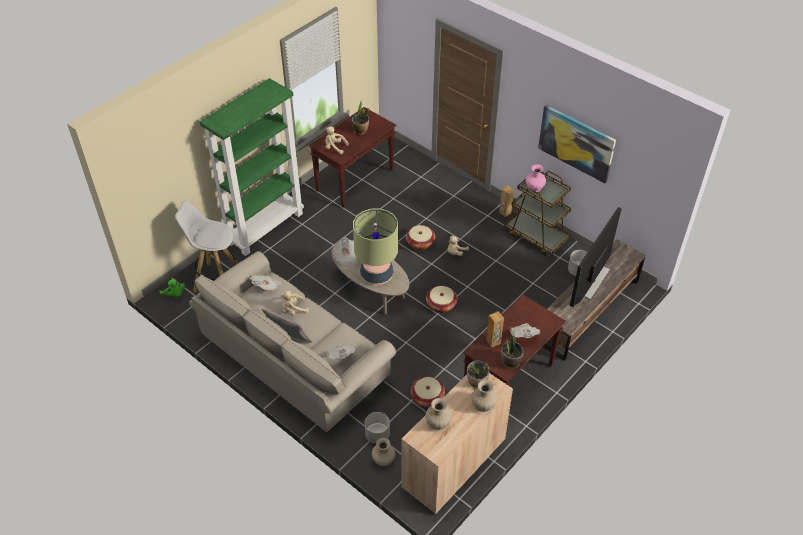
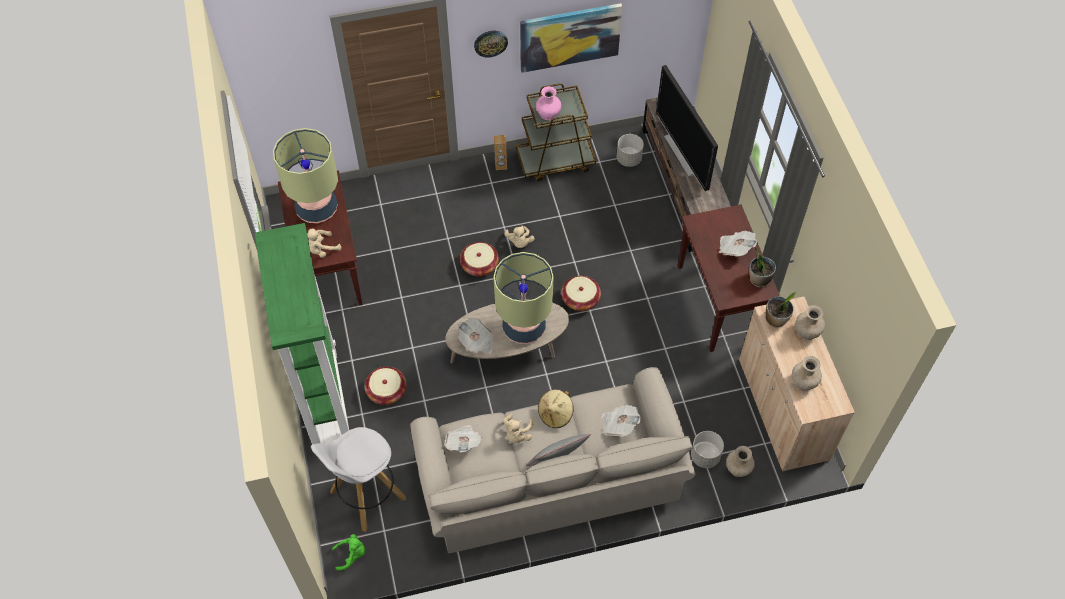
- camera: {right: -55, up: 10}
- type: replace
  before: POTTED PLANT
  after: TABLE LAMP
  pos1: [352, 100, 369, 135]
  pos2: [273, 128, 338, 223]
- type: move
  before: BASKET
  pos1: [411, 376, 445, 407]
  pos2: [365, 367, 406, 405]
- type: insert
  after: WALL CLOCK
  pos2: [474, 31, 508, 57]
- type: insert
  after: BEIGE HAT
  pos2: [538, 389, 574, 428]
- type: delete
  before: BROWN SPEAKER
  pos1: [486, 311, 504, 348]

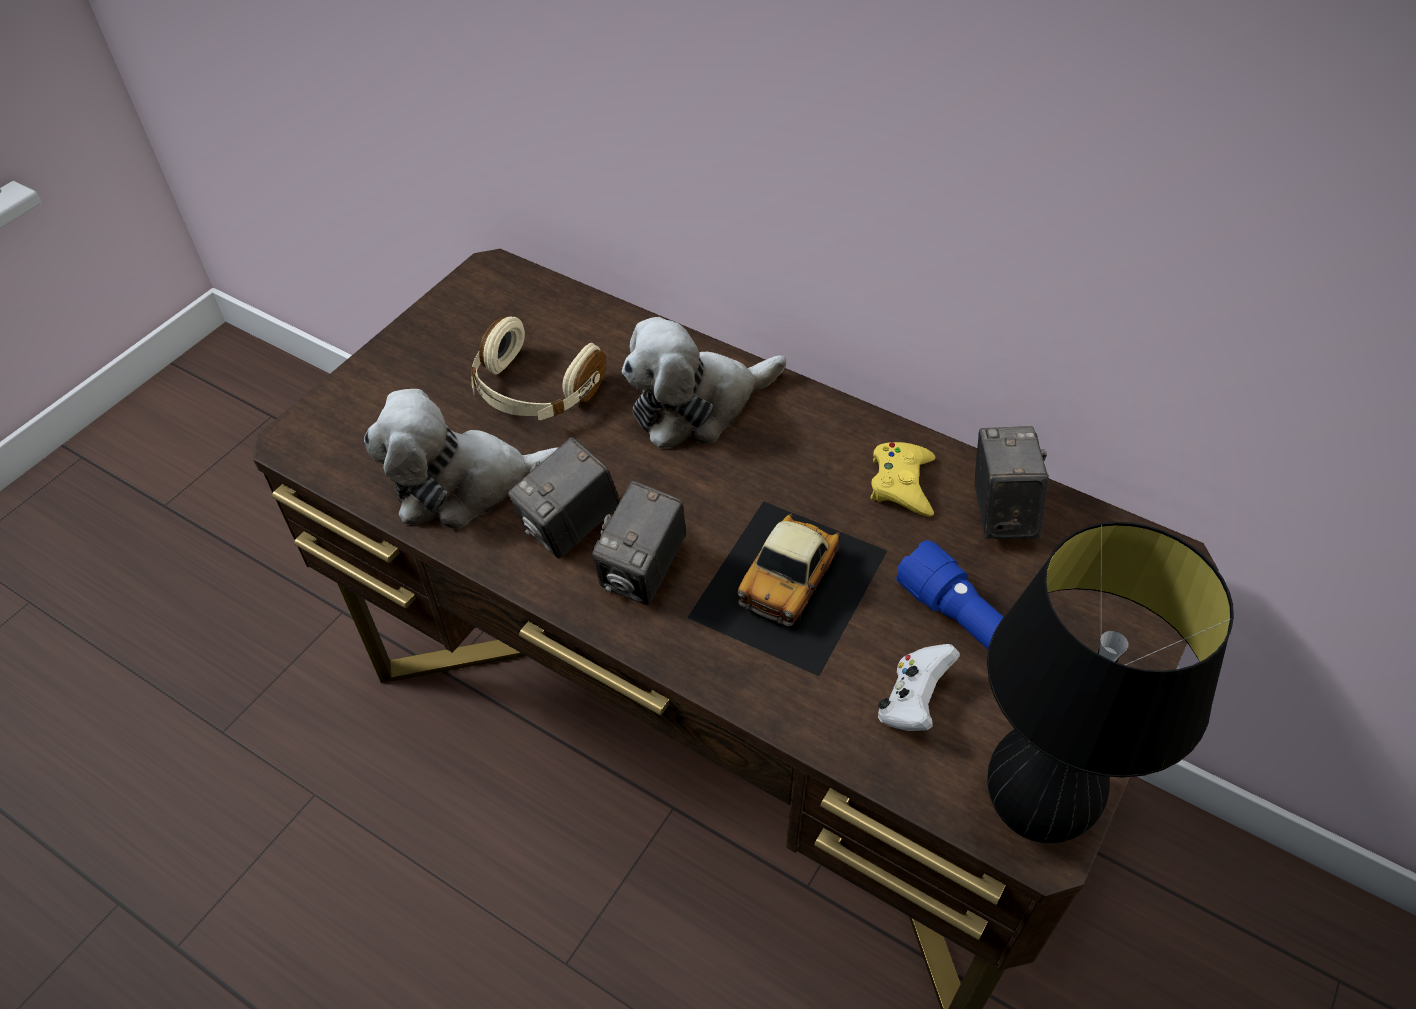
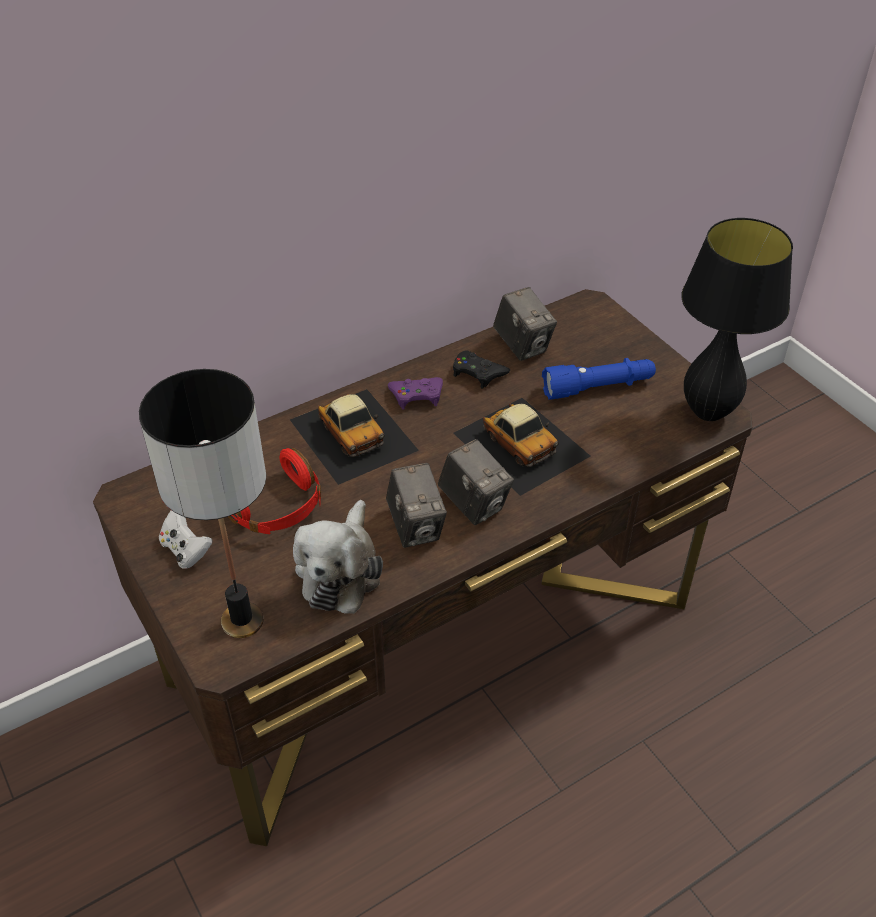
- camera: {right: -65, up: -5}
- type: insert
  after: TABLE LAMP
  pos2: [139, 369, 266, 638]
- type: move
  before: WHITE GAME CONTROLLER
  pos1: [878, 644, 960, 731]
  pos2: [159, 510, 212, 569]
- type: recolor
  before: BEIGE HEADPHONES
  after: RED HEADPHONES
  pos1: [471, 317, 606, 420]
  pos2: [228, 448, 321, 534]
- type: replace
  before: PLUSH TOY
  after: TOY CAR
  pos1: [622, 317, 787, 448]
  pos2: [290, 389, 419, 485]
- type: insert
  after: PURPLE GAME CONTROLLER
  pos2: [388, 377, 443, 410]
- type: recolor
  before: YELLOW GAME CONTROLLER
  after: BLACK GAME CONTROLLER
  pos1: [871, 442, 935, 517]
  pos2: [453, 350, 510, 389]
- type: rotate
  before: PHOTO CAMERA
  pos1: [975, 426, 1049, 539]
  pos2: [493, 287, 557, 361]
  turn: -150

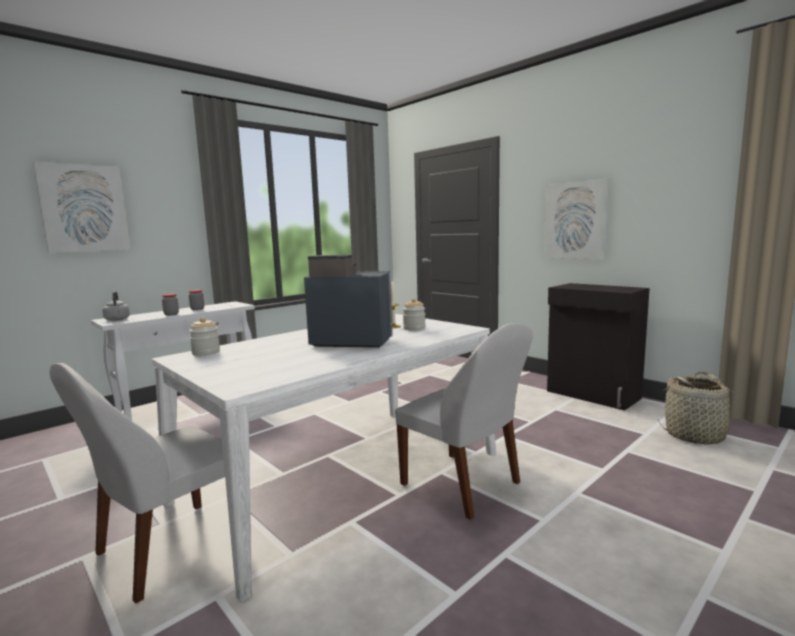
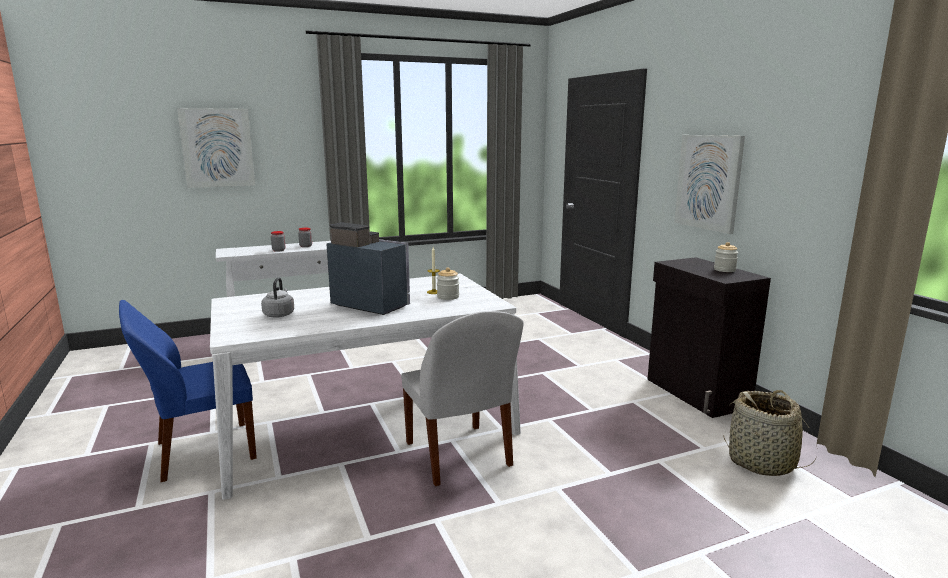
- camera: {right: 20, up: 5}
- type: recolor
  before: WHITE CHAIR
  after: BLUE CHAIR
  pos1: [49, 363, 225, 604]
  pos2: [119, 300, 257, 482]
- type: move
  before: GREY KETTLE
  pos1: [103, 291, 130, 321]
  pos2: [261, 277, 294, 318]
- type: move
  before: JAR
  pos1: [189, 317, 220, 356]
  pos2: [714, 242, 738, 272]

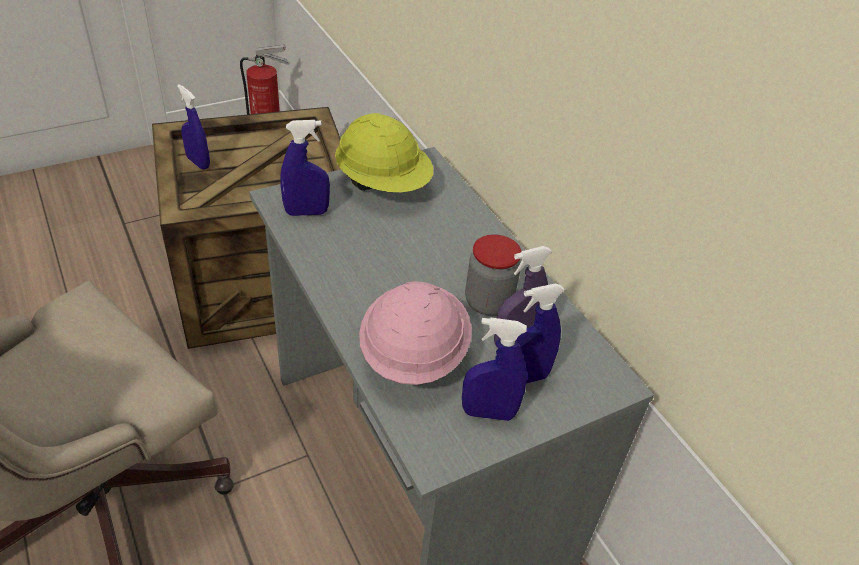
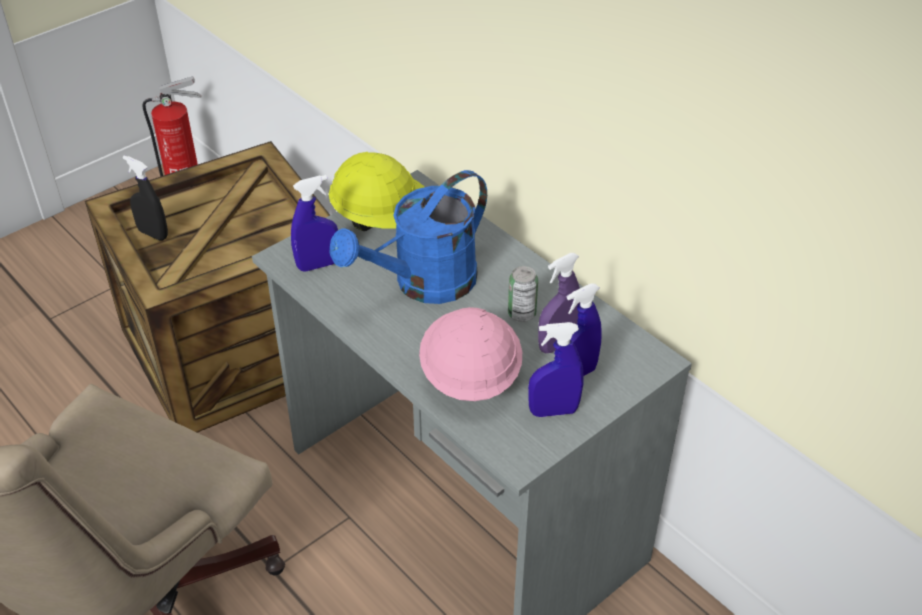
- camera: {right: -10, up: 0}
- type: recolor
  before: BLUE SPRAY BOTTLE
  after: BLACK SPRAY BOTTLE
  pos1: [177, 84, 210, 170]
  pos2: [123, 155, 168, 240]
- type: insert
  after: BLUE WATERING CAN
  pos2: [329, 170, 487, 304]
- type: replace
  before: JAR
  after: CAN
  pos1: [465, 234, 521, 316]
  pos2: [508, 266, 538, 322]

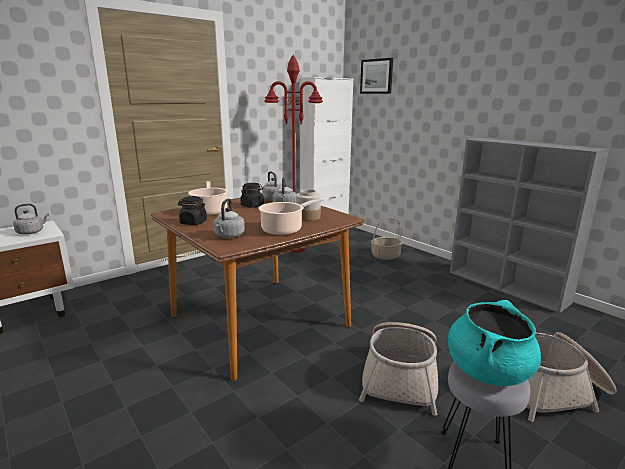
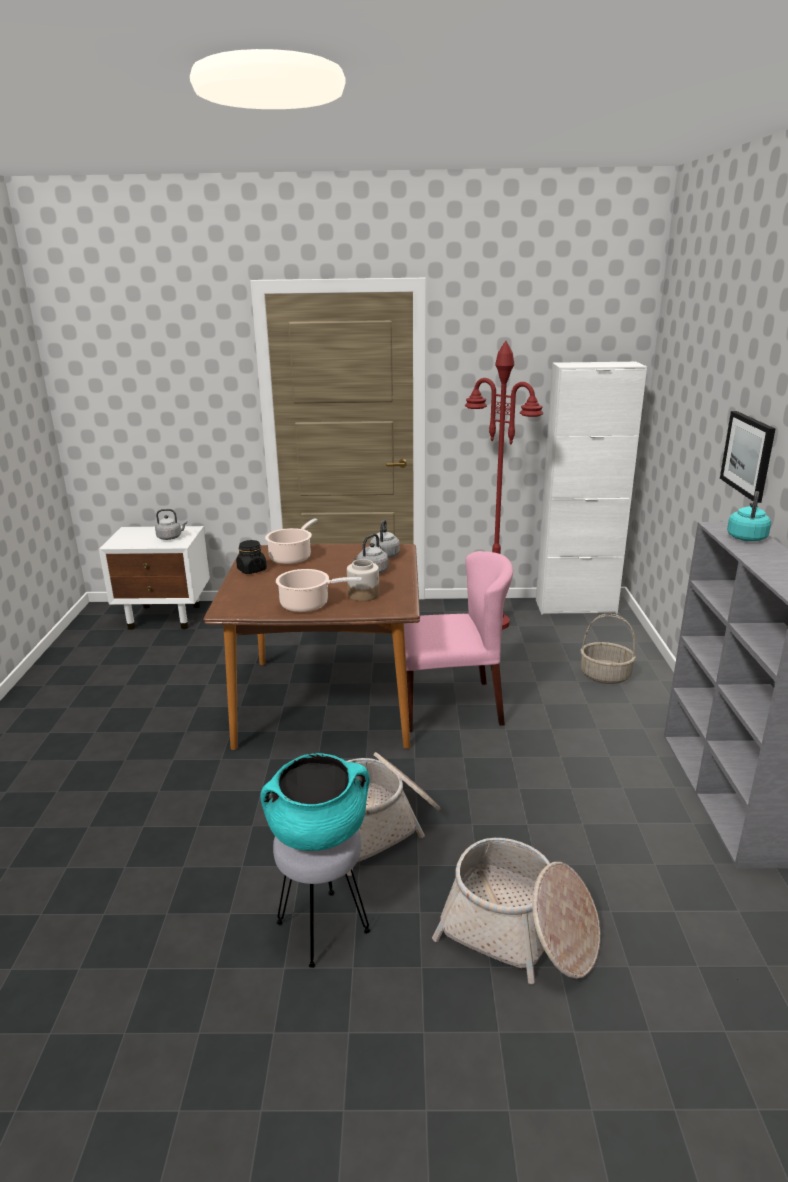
- camera: {right: 40, up: 5}
- type: insert
  after: PINK CHAIR
  pos2: [397, 551, 513, 732]
- type: move
  before: PICTURE
  pos1: [360, 58, 393, 94]
  pos2: [720, 411, 775, 503]
- type: insert
  after: TURQUOISE KETTLE
  pos2: [727, 491, 771, 541]
- type: delete
  before: GREY KETTLE
  pos1: [214, 199, 245, 238]
- type: delete
  before: BLACK JAR
  pos1: [240, 183, 264, 207]

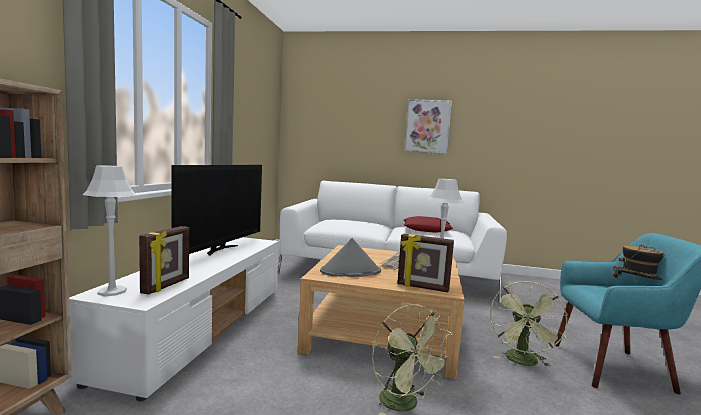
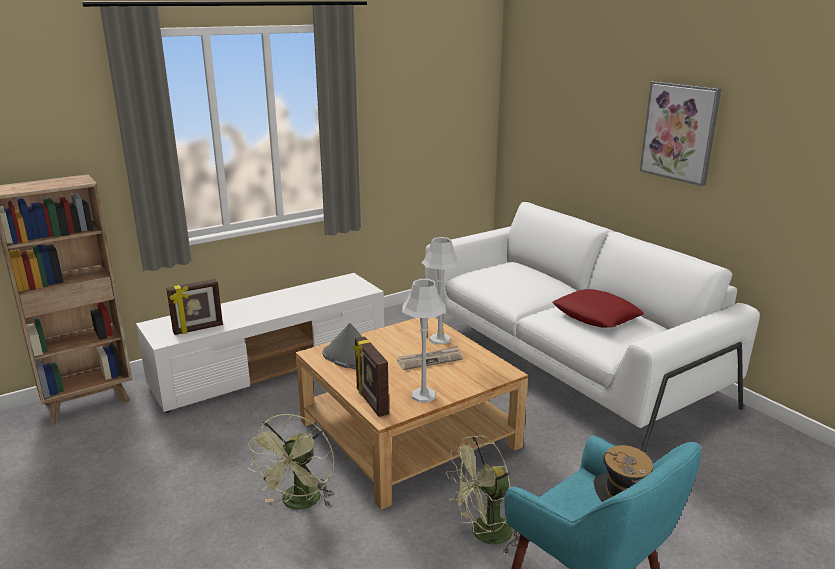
- camera: {right: 45, up: 15}
- type: move
  before: GREY TABLE LAMP
  pos1: [83, 165, 136, 296]
  pos2: [421, 237, 461, 345]
- type: delete
  before: TELEVISION
  pos1: [171, 165, 262, 256]

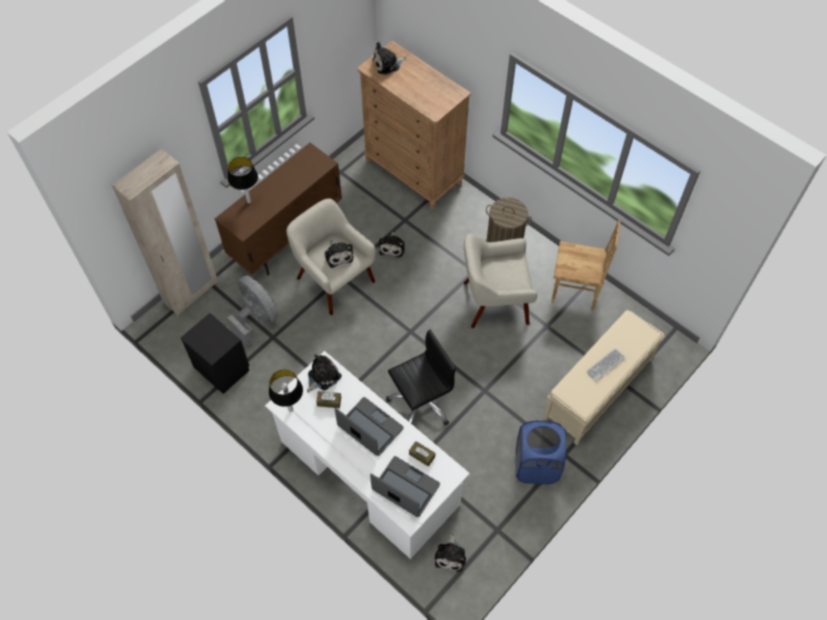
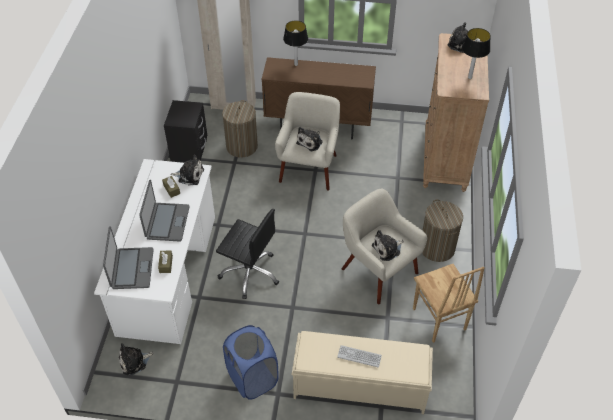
- camera: {right: 55, up: -10}
- type: replace
  before: GREY FAN
  after: LAUNDRY BASKET
  pos1: [228, 276, 278, 349]
  pos2: [222, 100, 258, 158]
- type: move
  before: PLUSH TOY
  pos1: [379, 231, 405, 258]
  pos2: [372, 230, 404, 261]
- type: move
  before: TABLE LAMP
  pos1: [269, 370, 303, 412]
  pos2: [462, 28, 491, 79]

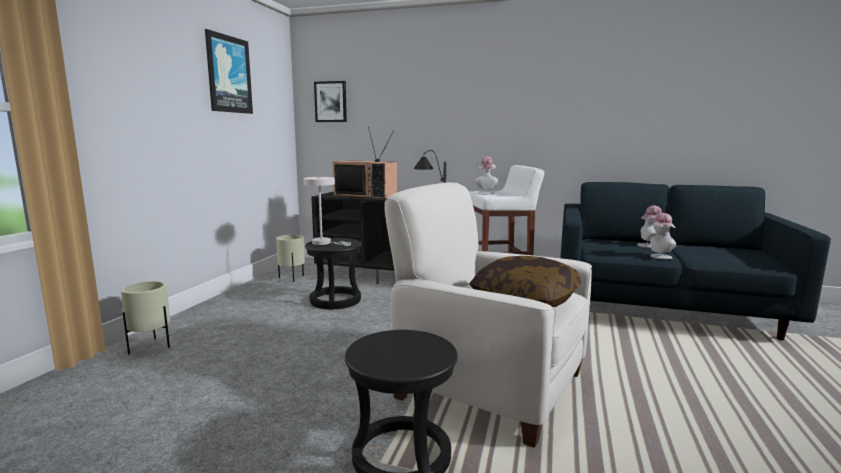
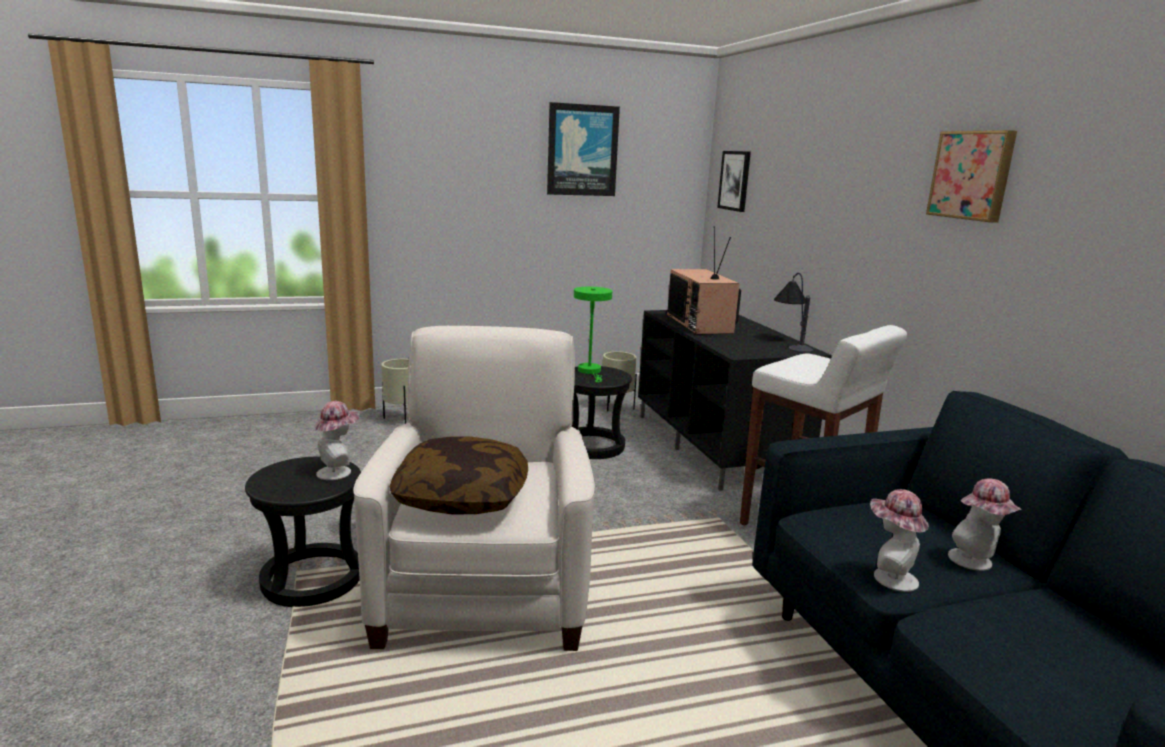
- camera: {right: 55, up: 5}
- type: move
  before: HAT
  pos1: [475, 156, 498, 195]
  pos2: [314, 401, 360, 480]
- type: recolor
  before: WHITE TABLE LAMP
  after: GREEN TABLE LAMP
  pos1: [303, 177, 351, 246]
  pos2: [574, 287, 612, 383]
- type: insert
  after: PICTURE
  pos2: [926, 130, 1017, 223]

